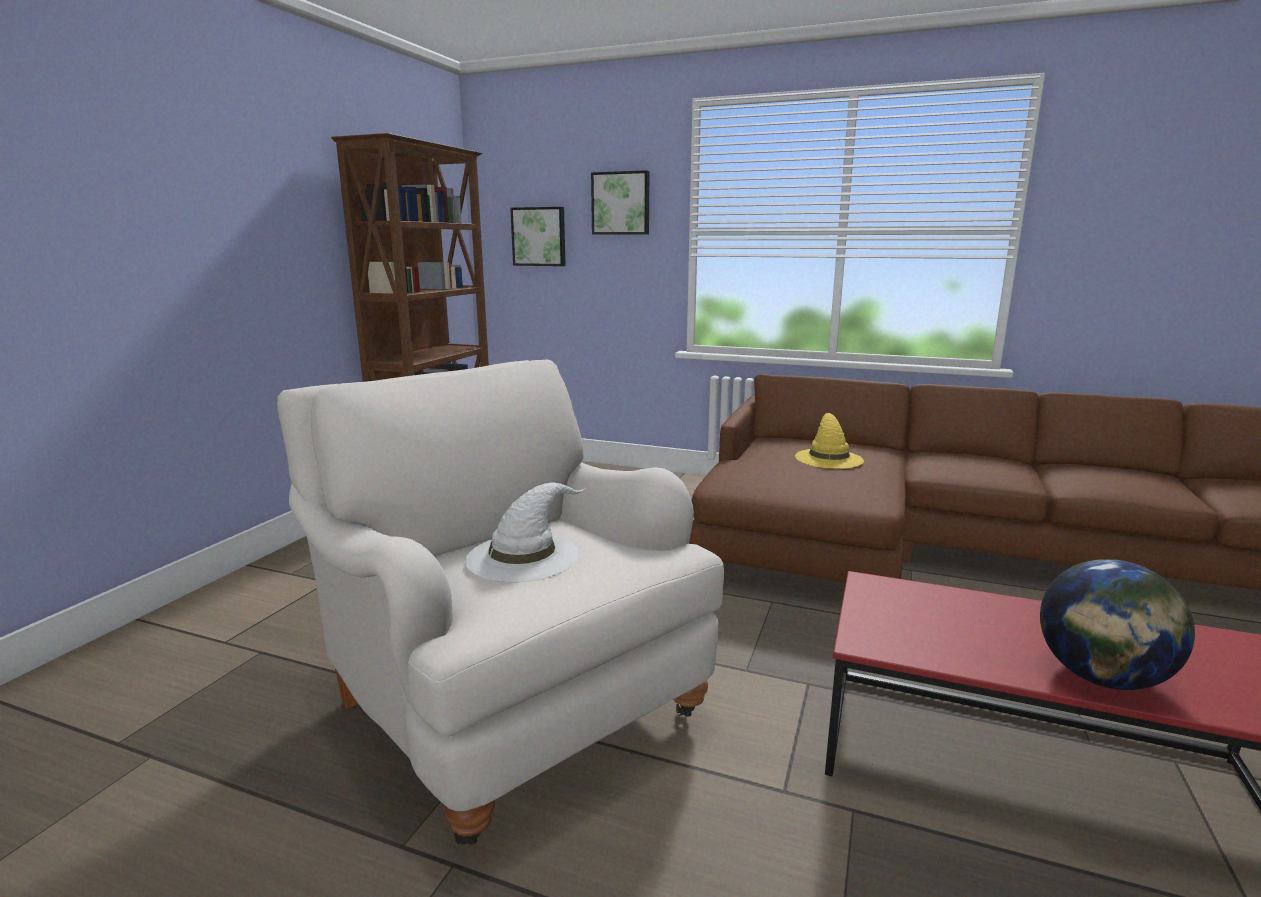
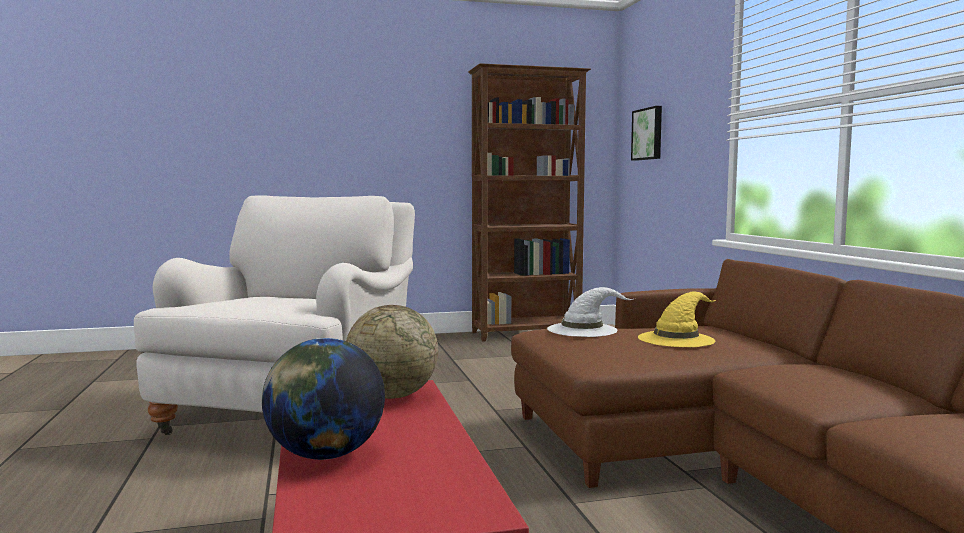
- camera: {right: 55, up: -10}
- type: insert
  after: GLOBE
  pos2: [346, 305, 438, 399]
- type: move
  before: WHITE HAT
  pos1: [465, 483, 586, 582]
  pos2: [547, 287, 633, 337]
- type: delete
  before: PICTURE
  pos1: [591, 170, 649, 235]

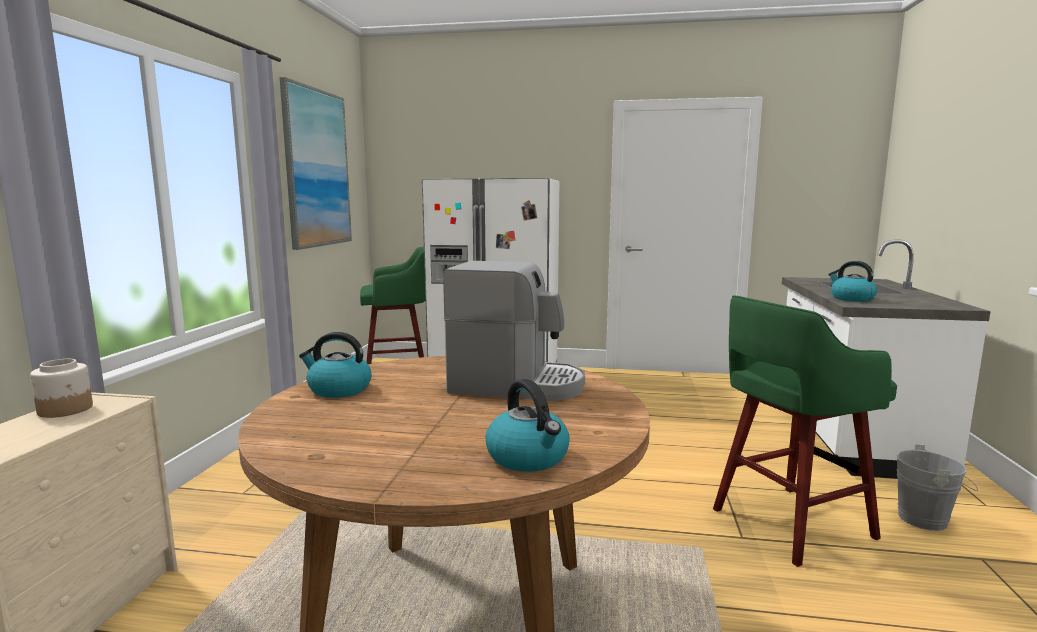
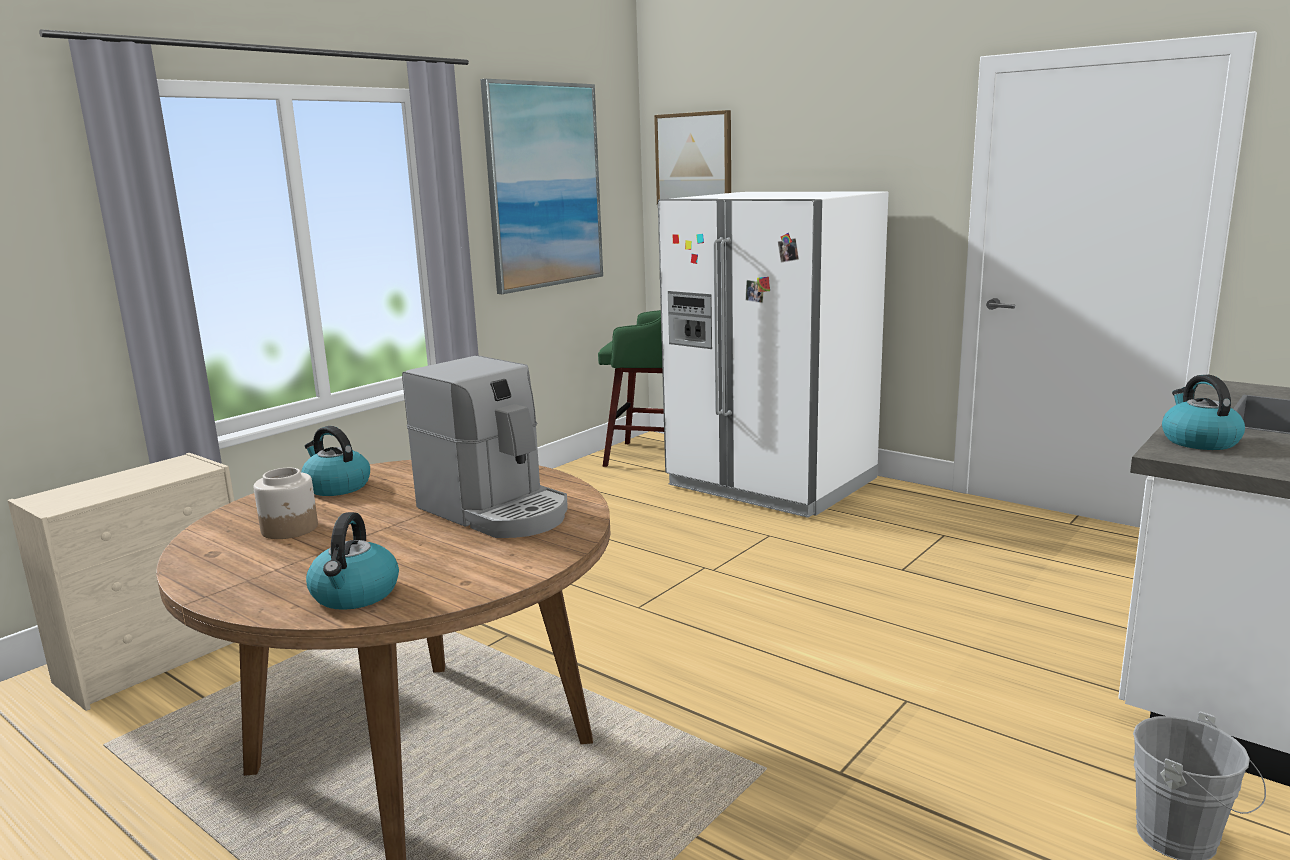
- camera: {right: 30, up: 5}
- type: move
  before: JAR
  pos1: [30, 359, 93, 418]
  pos2: [254, 468, 318, 539]
- type: insert
  after: PICTURE
  pos2: [654, 110, 731, 204]
- type: delete
  before: GREEN STOOL
  pos1: [713, 295, 897, 567]

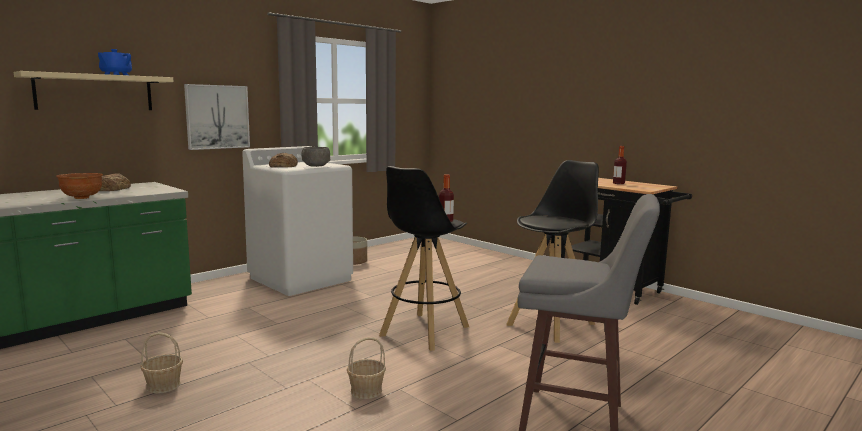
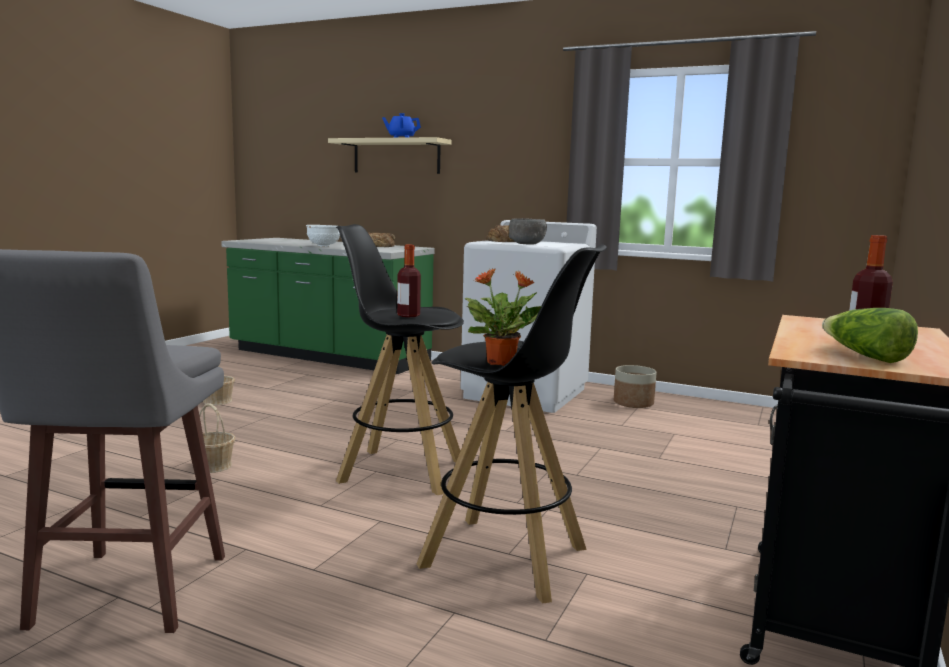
- camera: {right: 70, up: 0}
- type: recolor
  before: BROWN BOWL
  after: WHITE BOWL
  pos1: [56, 173, 103, 199]
  pos2: [306, 225, 340, 247]
- type: insert
  after: POTTED PLANT
  pos2: [464, 269, 542, 366]
- type: insert
  after: LETTUCE
  pos2: [822, 308, 918, 363]
- type: delete
  before: PICTURE
  pos1: [184, 84, 250, 150]

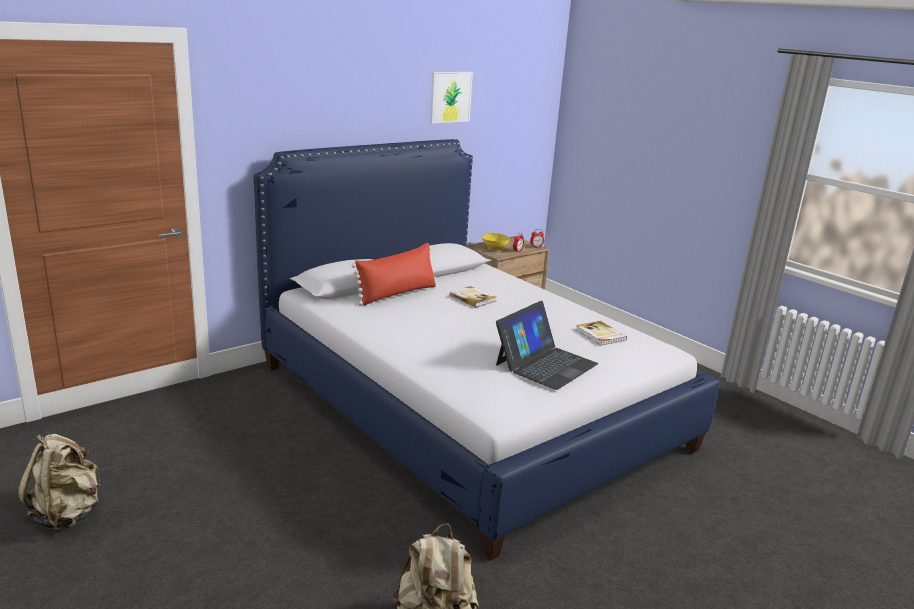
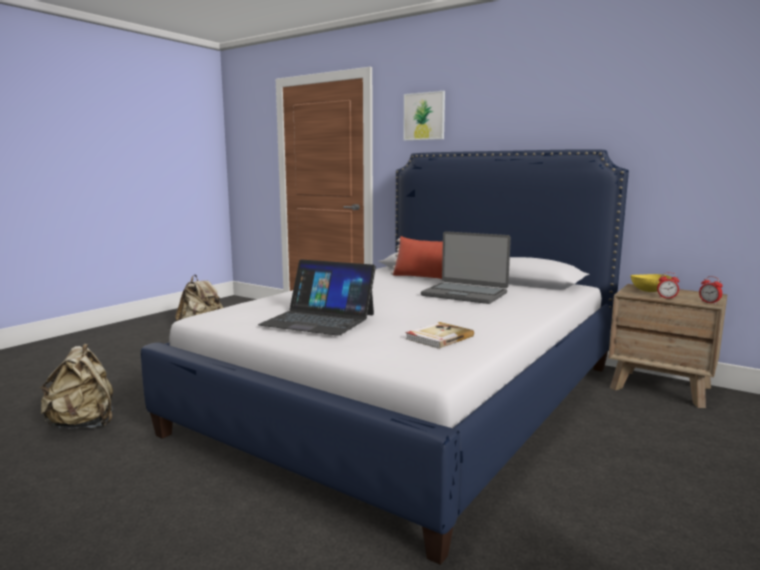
- camera: {right: 75, up: -10}
- type: move
  before: PICTURE
  pos1: [430, 72, 473, 123]
  pos2: [403, 91, 445, 141]
- type: replace
  before: BOOK
  after: LAPTOP
  pos1: [450, 286, 496, 308]
  pos2: [421, 231, 511, 304]

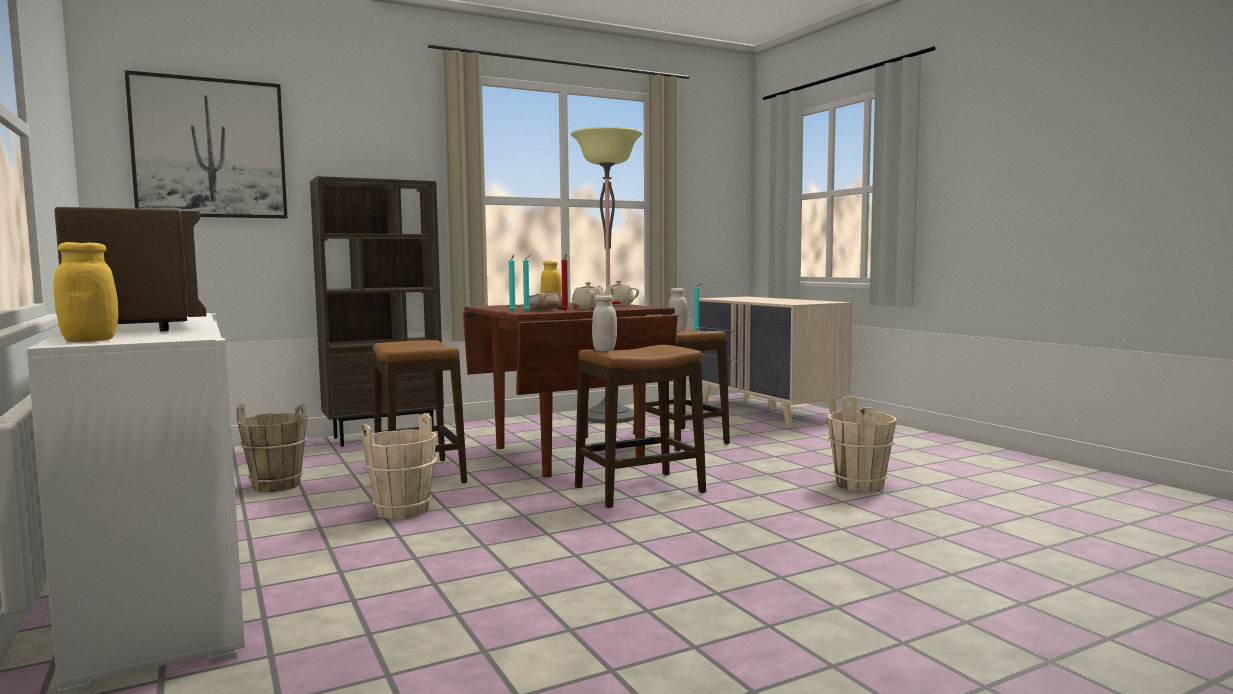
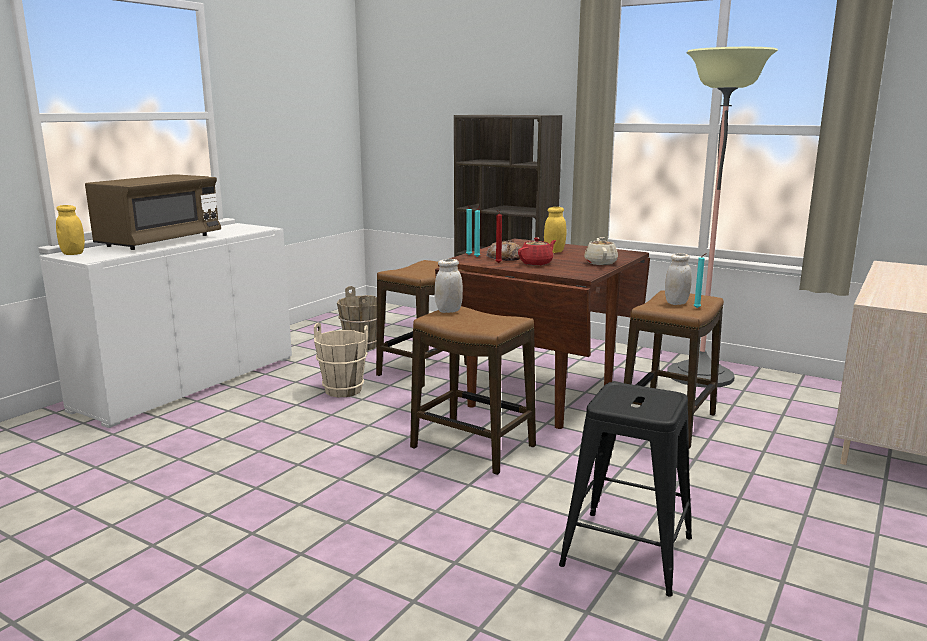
- camera: {right: 60, up: 10}
- type: recolor
  before: BEIGE TEAPOT
  after: RED TEAPOT
  pos1: [572, 282, 603, 309]
  pos2: [518, 238, 556, 266]
- type: replace
  before: BEIGE BUCKET
  after: BLACK STOOL
  pos1: [827, 396, 897, 492]
  pos2: [559, 382, 692, 597]
- type: delete
  before: PICTURE
  pos1: [125, 70, 287, 218]

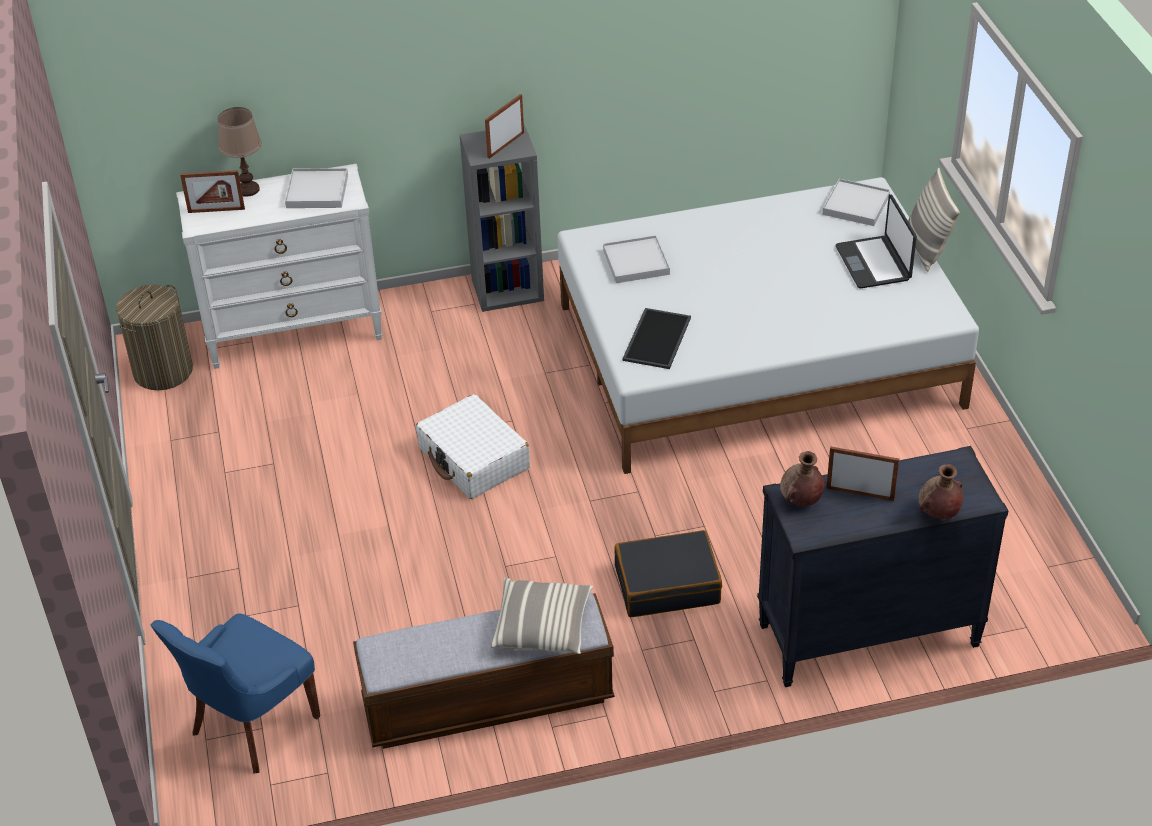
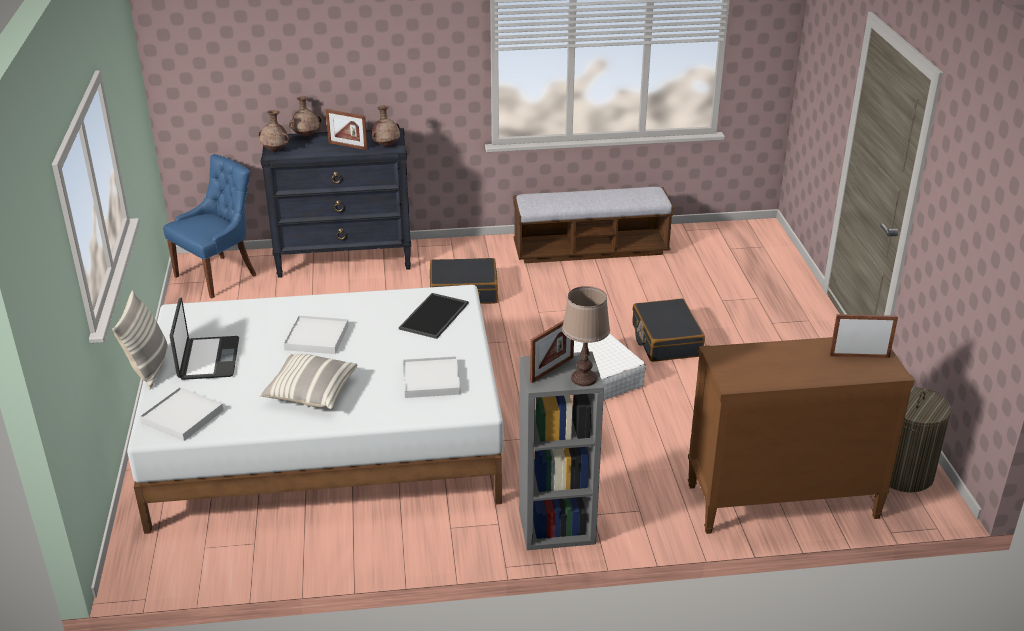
- camera: {right: -175, up: -10}
- type: move
  before: BLUE CHAIR
  pos1: [150, 613, 320, 774]
  pos2: [163, 154, 256, 298]
- type: insert
  after: BROWN VASE
  pos2: [258, 110, 290, 152]
- type: move
  before: PILLOW
  pos1: [491, 578, 593, 654]
  pos2: [259, 354, 357, 409]
- type: move
  before: WHITE TRAY
  pos1: [285, 168, 348, 208]
  pos2: [284, 315, 349, 354]
- type: move
  before: BROWN TABLE LAMP
  pos1: [218, 107, 262, 197]
  pos2: [562, 286, 610, 386]
- type: insert
  after: BLACK SUITCASE
  pos2: [633, 298, 705, 362]
- type: recolor
  before: WHITE DRESSER
  after: BROWN DRESSER
  pos1: [176, 164, 382, 369]
  pos2: [688, 337, 915, 534]

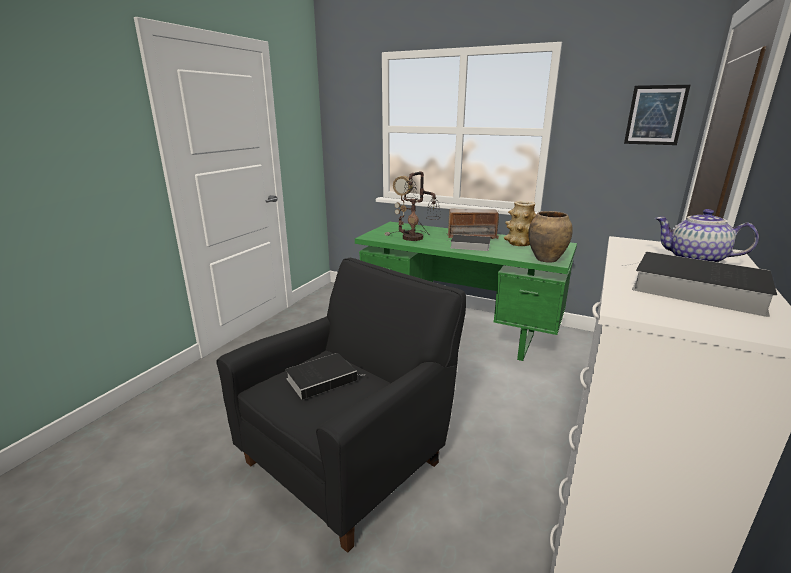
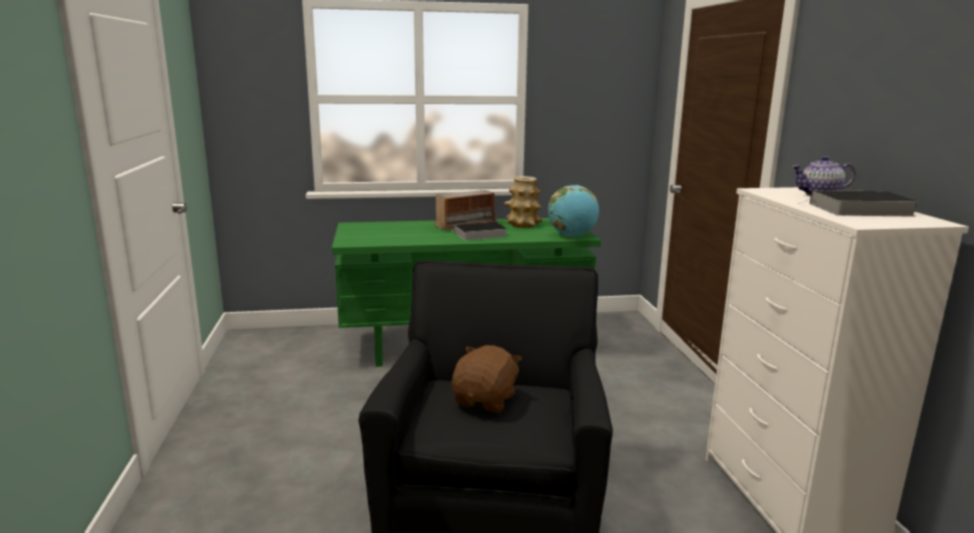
- camera: {right: -35, up: -5}
- type: replace
  before: BOOK
  after: BROWN PLUSH TOY
  pos1: [286, 353, 366, 400]
  pos2: [452, 345, 522, 412]
- type: replace
  before: BROWN VASE
  after: GLOBE
  pos1: [528, 211, 573, 263]
  pos2: [548, 185, 599, 236]
- type: delete
  before: TABLE LAMP
  pos1: [385, 171, 441, 241]
- type: delete
  before: PICTURE
  pos1: [624, 85, 690, 145]

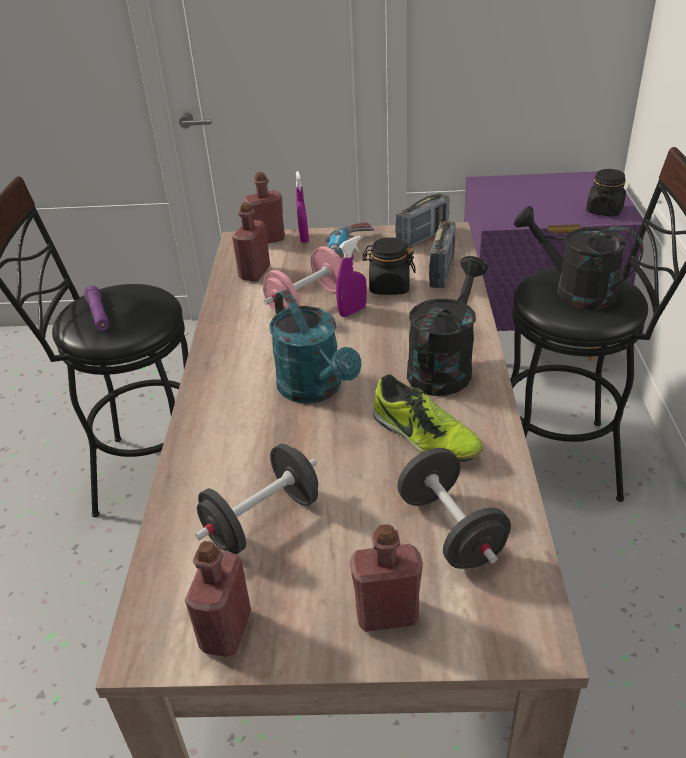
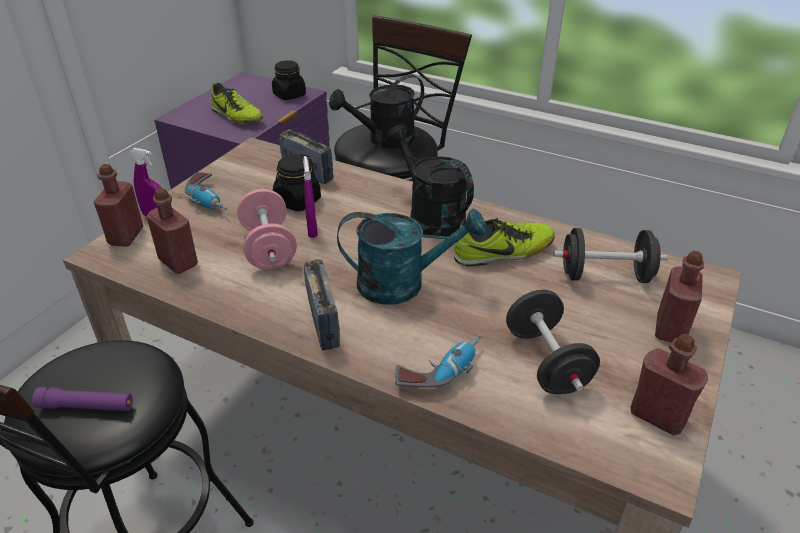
- camera: {right: -65, up: 0}
- type: insert
  after: SHOE
  pos2: [211, 82, 263, 124]
- type: move
  before: RADIO
  pos1: [395, 193, 449, 248]
  pos2: [304, 259, 340, 350]
- type: insert
  after: POWER DRILL
  pos2: [395, 334, 482, 388]

